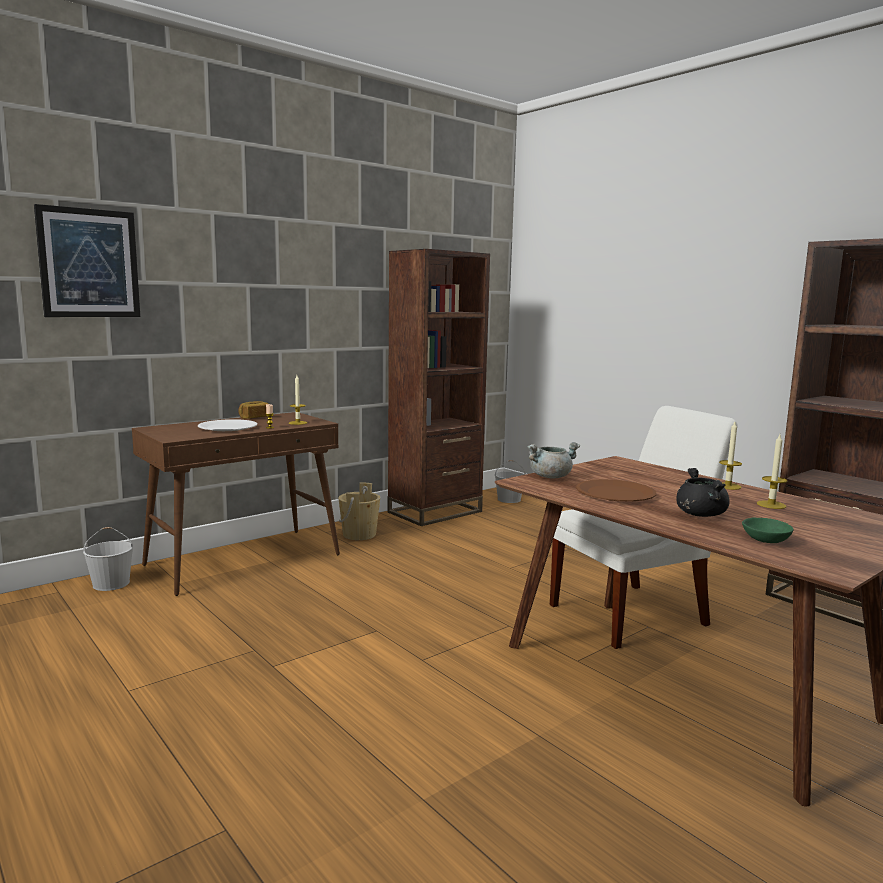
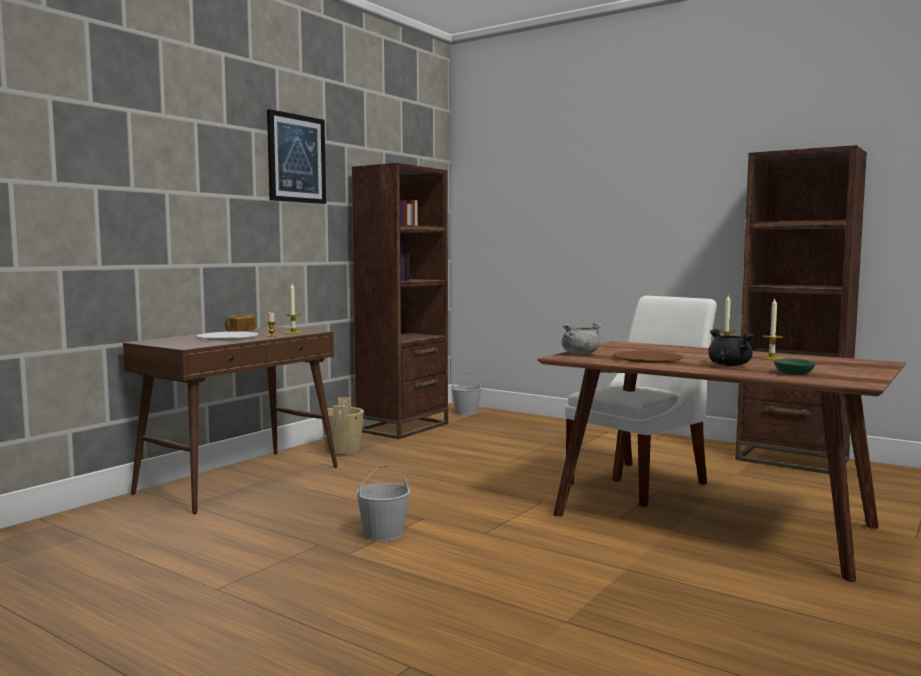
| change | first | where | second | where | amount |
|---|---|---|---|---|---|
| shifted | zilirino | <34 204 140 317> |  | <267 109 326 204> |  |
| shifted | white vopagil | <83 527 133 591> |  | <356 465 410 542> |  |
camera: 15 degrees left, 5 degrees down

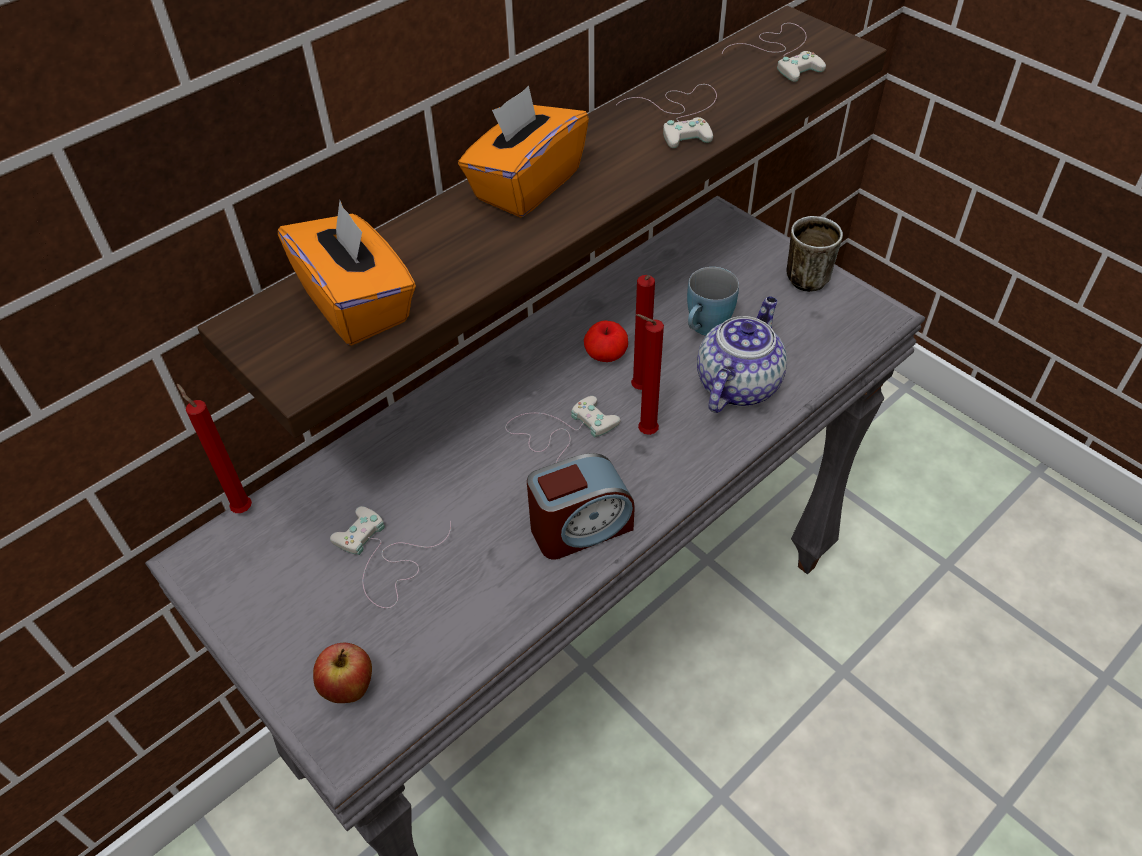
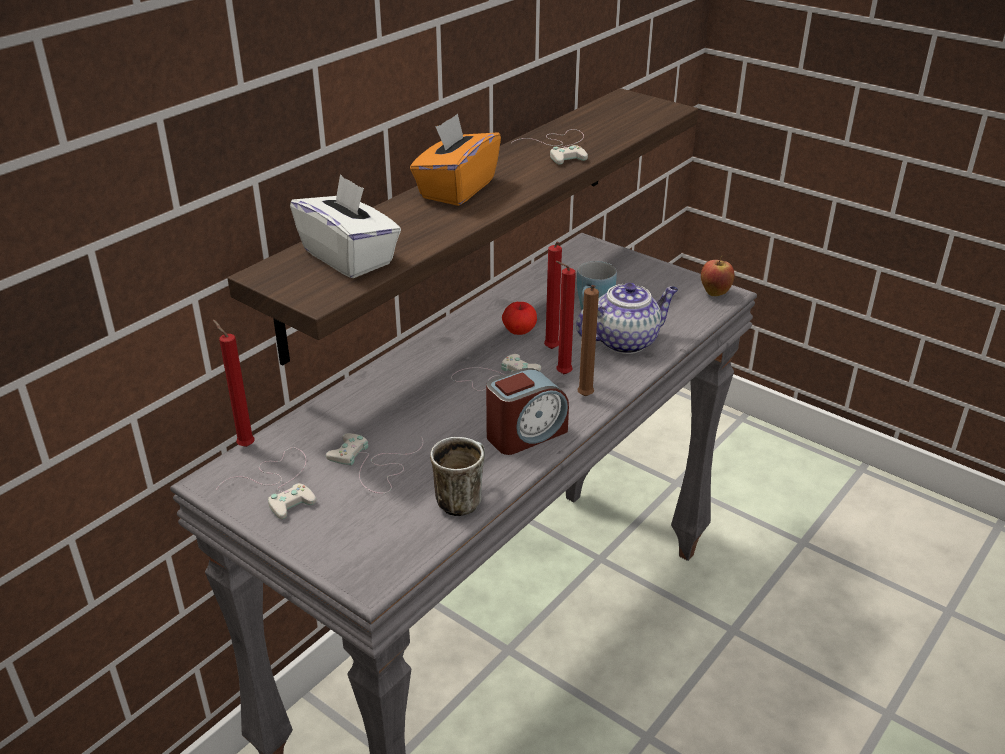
| change | first | where | second | where | amount |
|---|---|---|---|---|---|
| repainted | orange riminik | <278 201 416 345> | white riminik | <290 174 401 278> |  |
| shifted | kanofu | <313 643 372 703> |  | <701 255 734 296> |  |
| rotated | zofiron | <697 296 787 413> |  | <576 283 678 354> | 45 degrees clockwise |
| shifted | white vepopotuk | <722 23 826 82> |  | <216 448 316 519> |  |
| shifted | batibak | <786 216 843 292> |  | <430 437 485 516> |  |
| new |  |  | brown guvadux | <577 285 599 396> |  |
camera: 10 degrees left, 15 degrees down

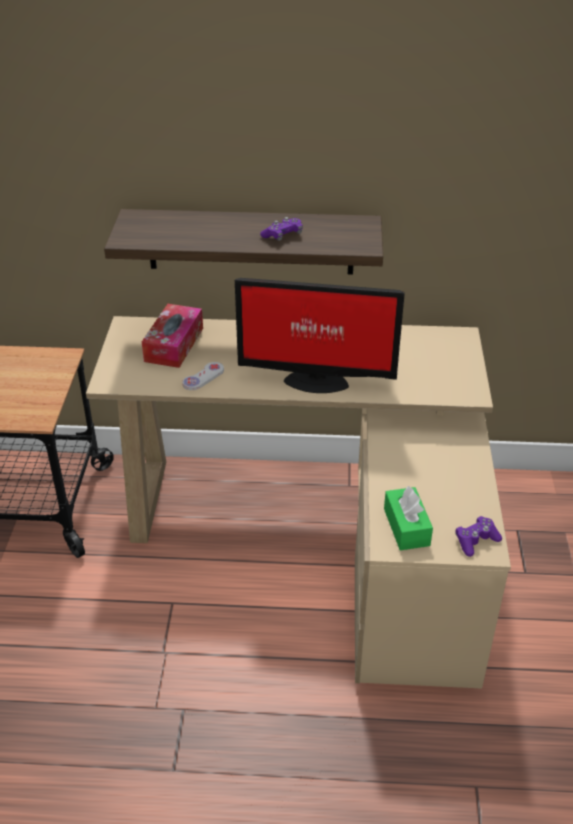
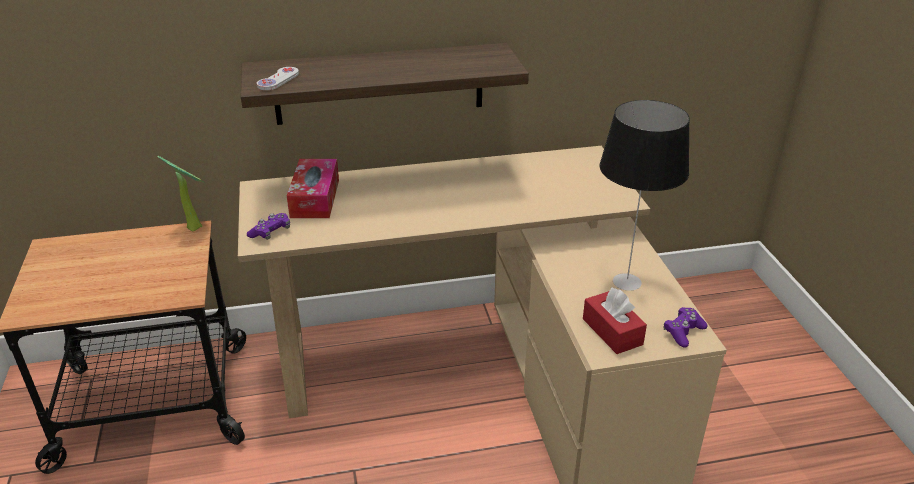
| change | first | where | second | where | amount |
|---|---|---|---|---|---|
| shifted | white vepopotuk | <182 362 224 390> |  | <257 67 299 90> |  |
| gone | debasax | <235 278 405 393> |  |  |  |
| shifted | purple vepopotuk | <260 217 303 241> |  | <247 213 290 240> |  |
| repainted | green riminik | <384 486 433 550> | red riminik | <583 287 647 354> |  |
| new |  |  | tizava | <157 156 205 231> |  |
| new |  |  | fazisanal | <599 100 690 291> |  |
camera: 15 degrees left, 5 degrees down

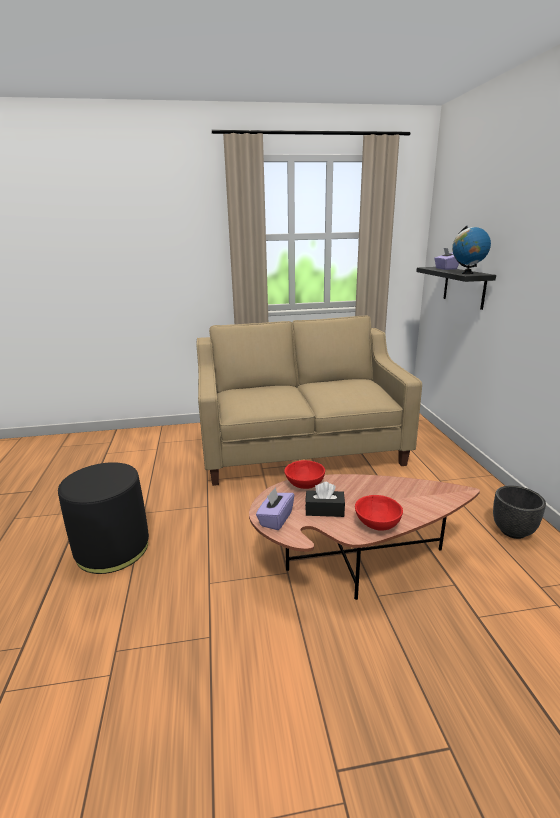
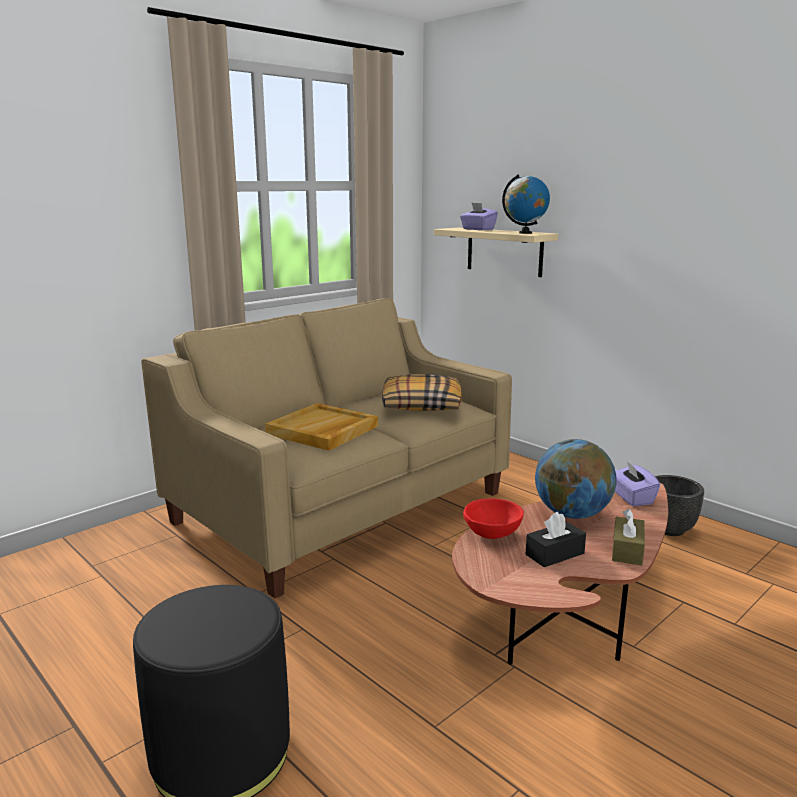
| change | first | where | second | where | amount |
|---|---|---|---|---|---|
| shifted | purple riminik | <256 487 294 530> |  | <615 461 660 506> |  |
| swapped | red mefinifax | <355 495 403 531> | brown riminik | <612 509 645 566> |  |
| repainted | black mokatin | <416 267 496 310> | beige mokatin | <434 228 559 277> |  |
| new |  |  | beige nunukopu | <265 403 378 451> |  |
| new |  |  | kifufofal | <382 374 462 411> |  |
| new |  |  | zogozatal | <535 439 617 519> |  |
camera: 35 degrees left, 5 degrees down

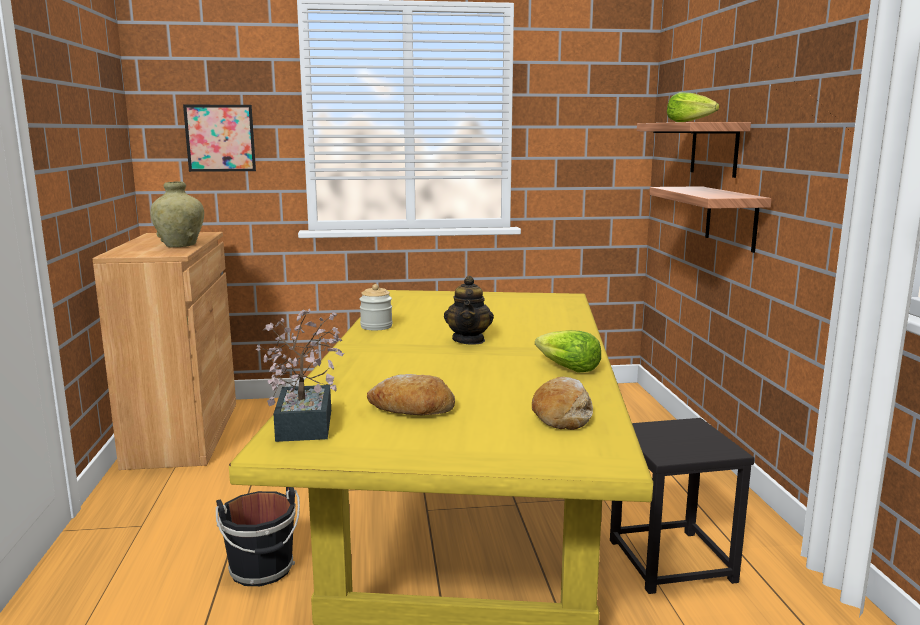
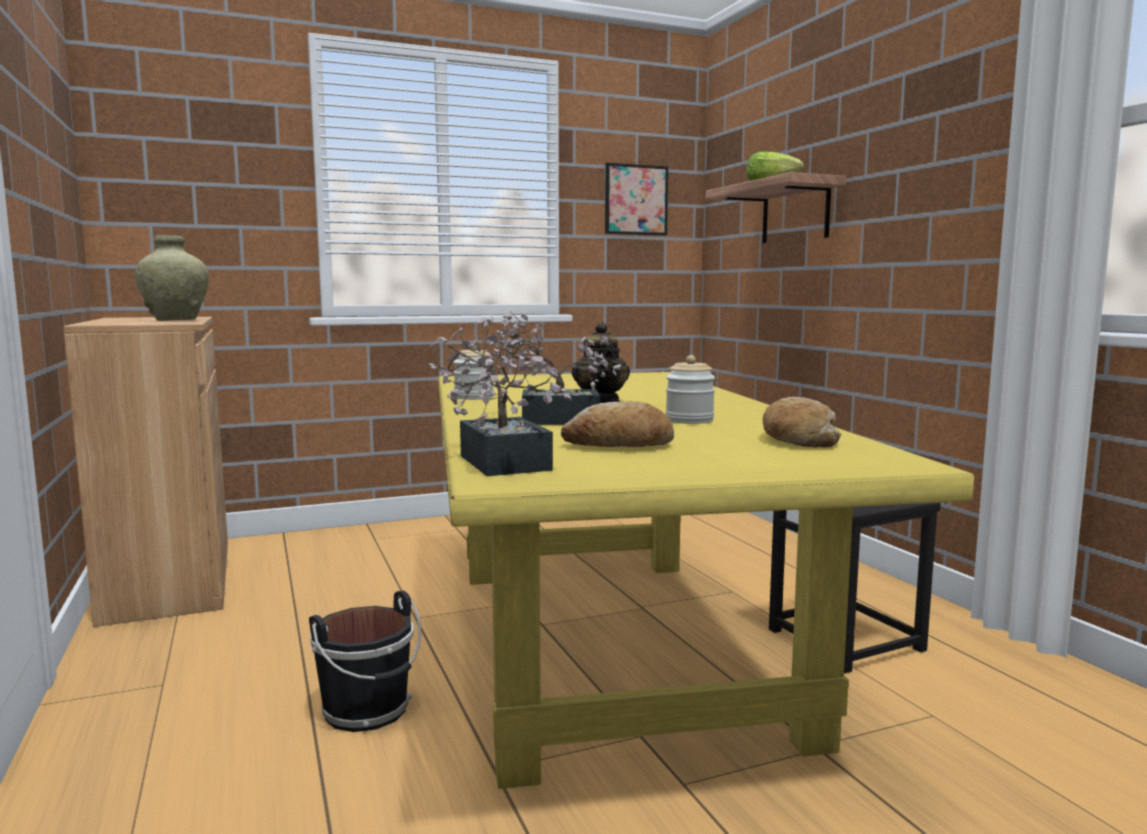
| change | first | where | second | where | amount |
|---|---|---|---|---|---|
| shifted | zilirino | <183 105 256 172> |  | <605 163 668 235> |  |
| gone | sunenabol | <535 330 601 373> |  |  |  |
| gone | mokatin | <649 186 772 253> |  |  |  |
| new |  |  | tizava | <488 311 621 425> |  |
| new |  |  | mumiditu | <666 355 715 424> |  |
camera: 15 degrees left, 5 degrees down

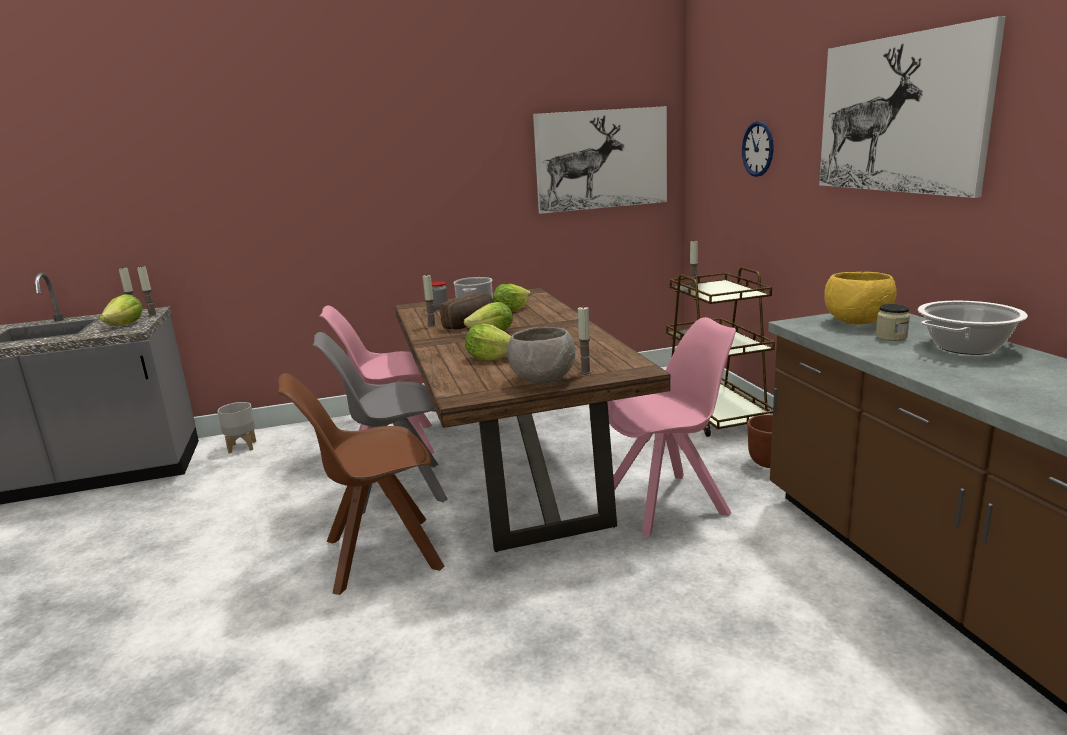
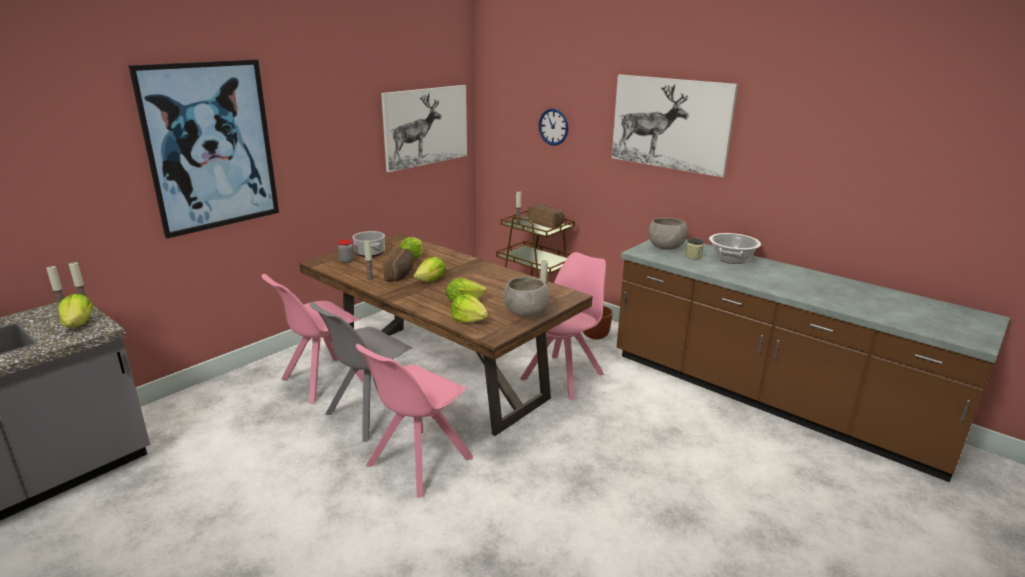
| change | first | where | second | where | amount |
|---|---|---|---|---|---|
| gone | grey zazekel | <217 402 256 453> |  |  |  |
| repainted | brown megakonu | <278 373 445 595> | pink megakonu | <356 344 473 498> |  |
| repainted | yellow mefinifax | <824 272 897 325> | grey mefinifax | <648 217 688 250> |  |
| new |  |  | zilirino | <129 59 279 239> |  |
| new |  |  | sunenabol | <451 294 488 322> |  |
| new |  |  | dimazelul | <528 204 564 229> |  |
camera: 35 degrees left, 5 degrees up

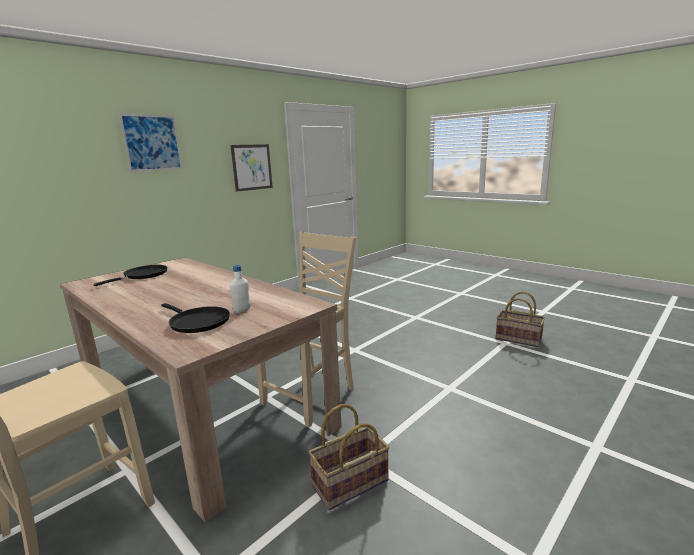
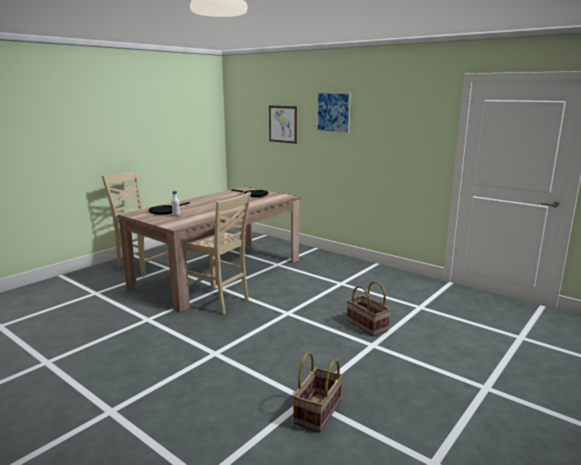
| change | first | where | second | where | amount |
|---|---|---|---|---|---|
| shifted | zilirino | <230 144 273 192> |  | <269 105 297 144> |  |
| shifted | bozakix | <308 404 389 510> |  | <347 281 391 336> |  |
camera: 85 degrees right, 0 degrees up

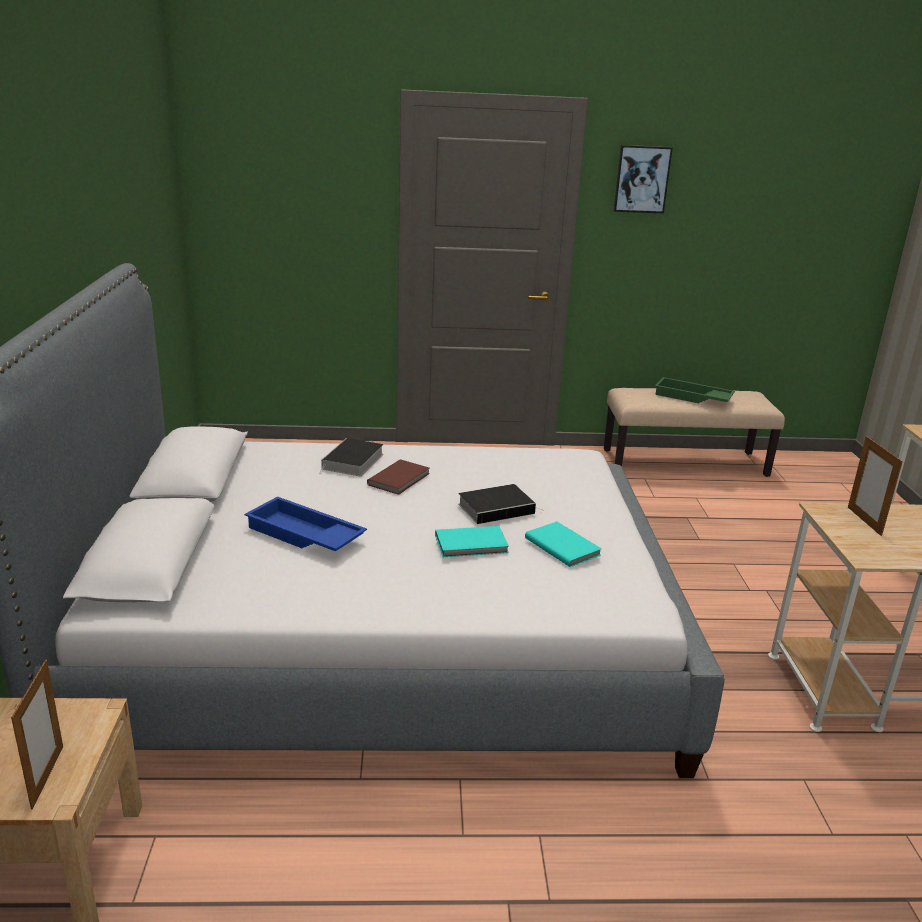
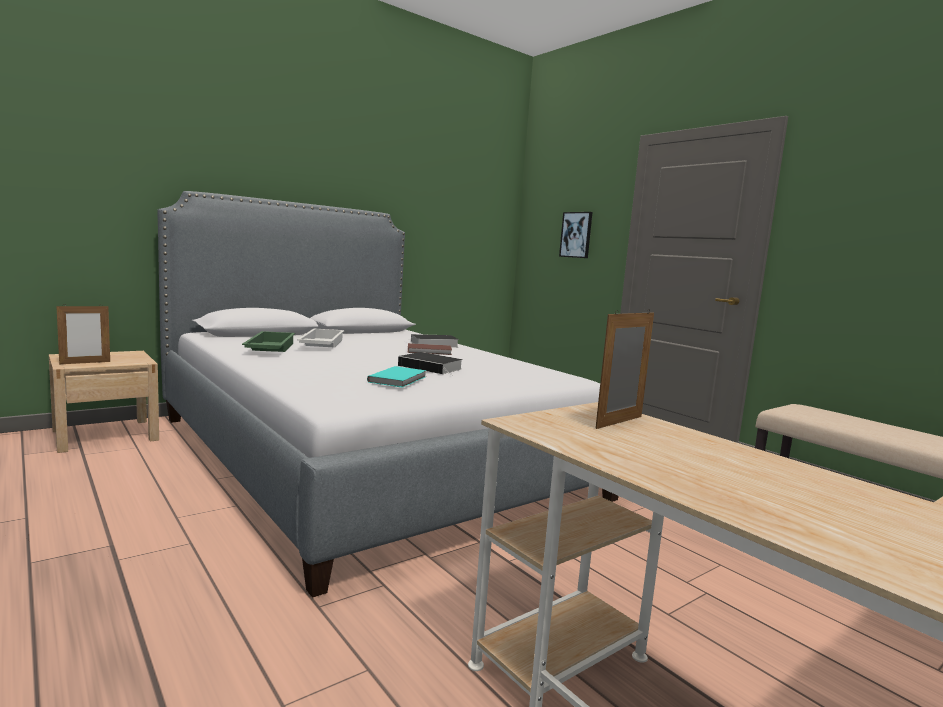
| change | first | where | second | where | amount |
|---|---|---|---|---|---|
| repainted | blue nunukopu | <244 496 367 552> | white nunukopu | <297 328 344 348> |  |
| gone | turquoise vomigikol | <435 526 509 557> |  |  |  |
| shifted | zilirino | <614 145 673 214> |  | <559 212 592 258> |  |
| shifted | green nunukopu | <655 377 735 403> |  | <242 331 295 352> |  |
camera: 55 degrees right, 15 degrees down

